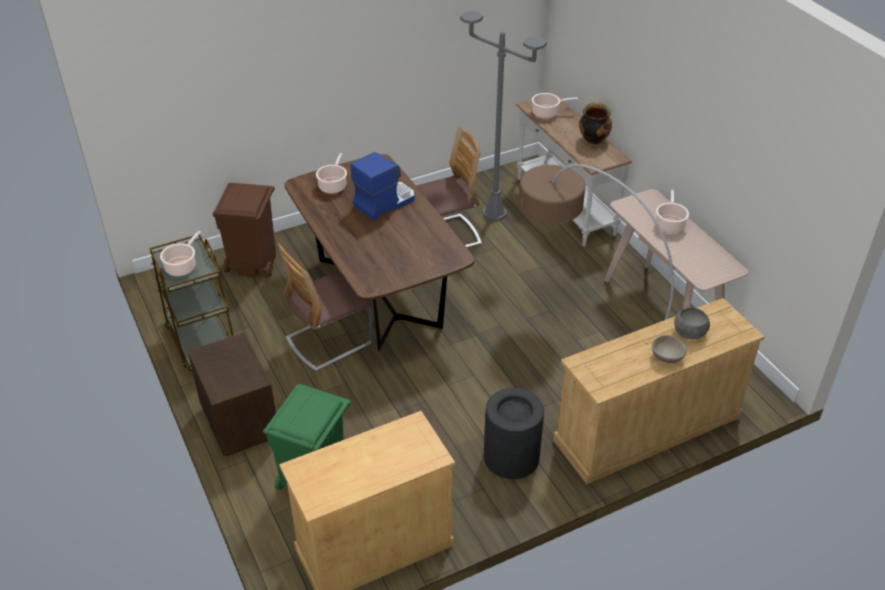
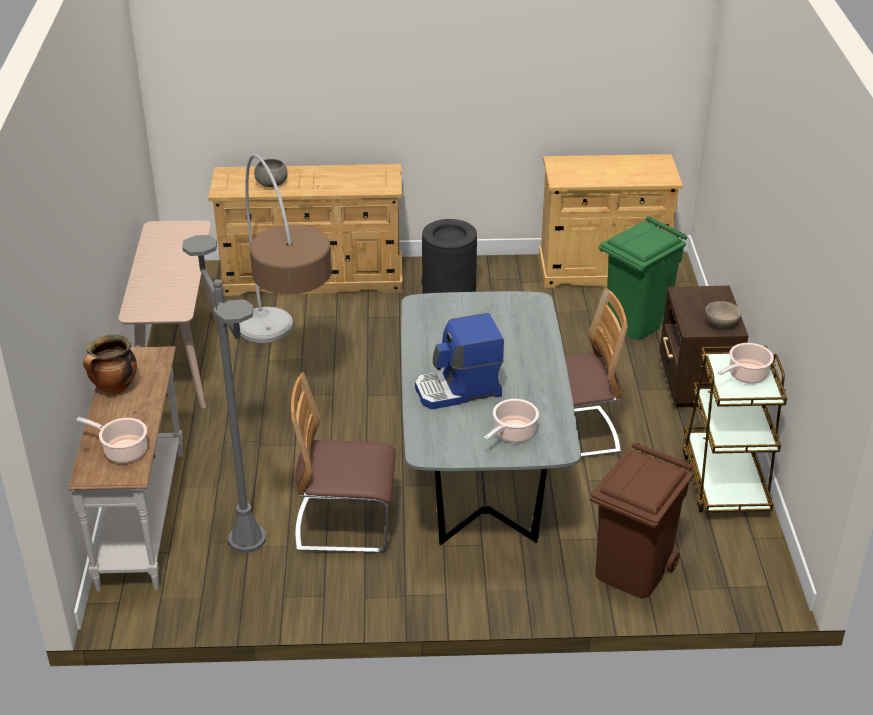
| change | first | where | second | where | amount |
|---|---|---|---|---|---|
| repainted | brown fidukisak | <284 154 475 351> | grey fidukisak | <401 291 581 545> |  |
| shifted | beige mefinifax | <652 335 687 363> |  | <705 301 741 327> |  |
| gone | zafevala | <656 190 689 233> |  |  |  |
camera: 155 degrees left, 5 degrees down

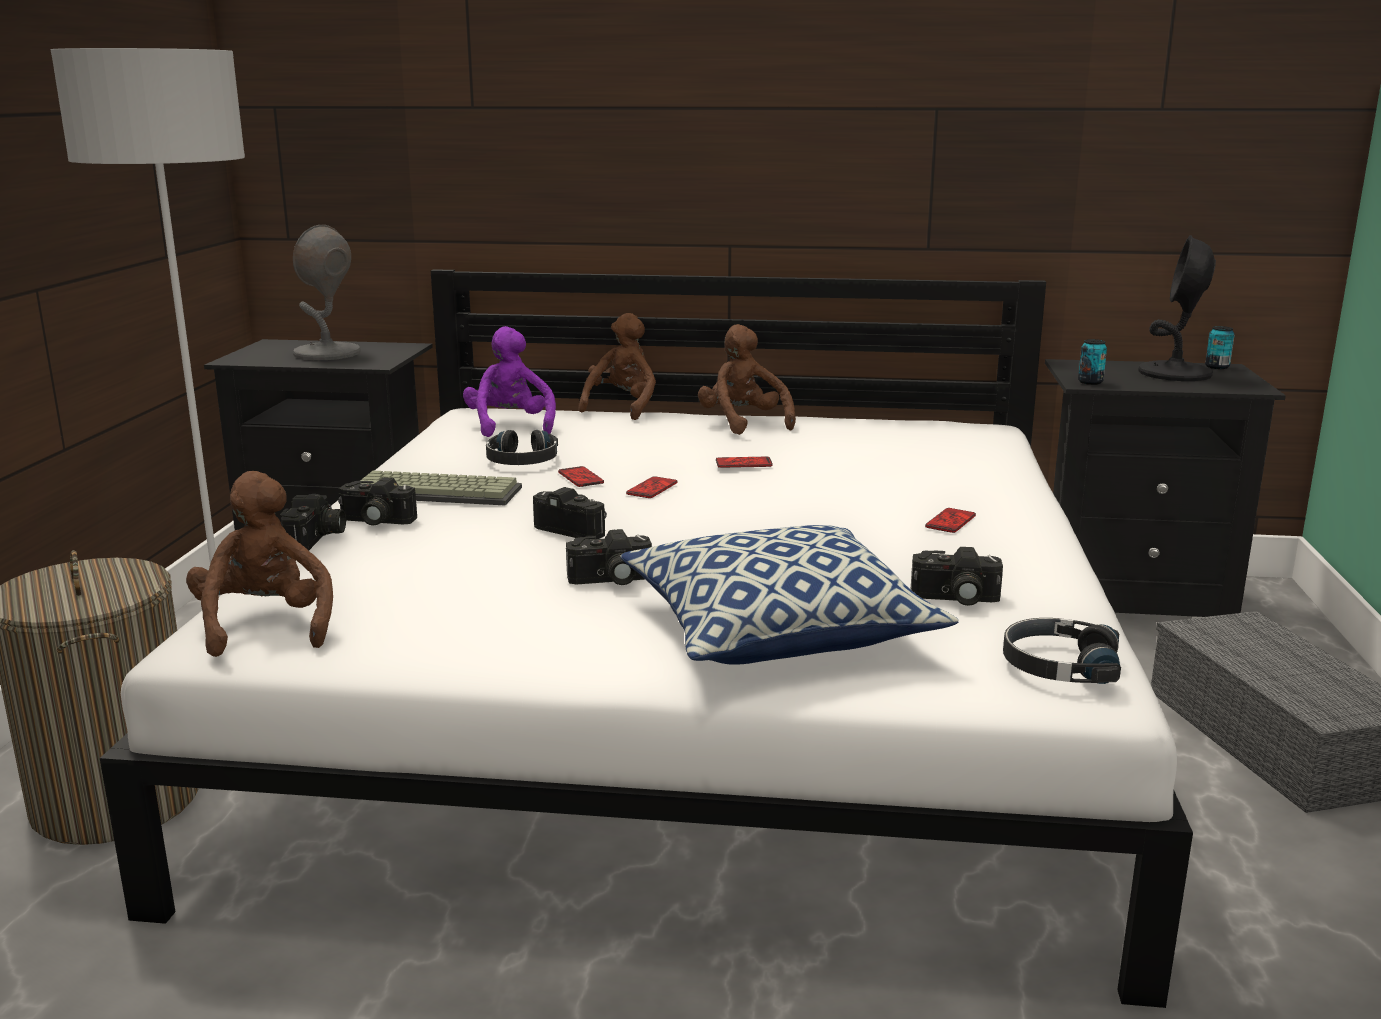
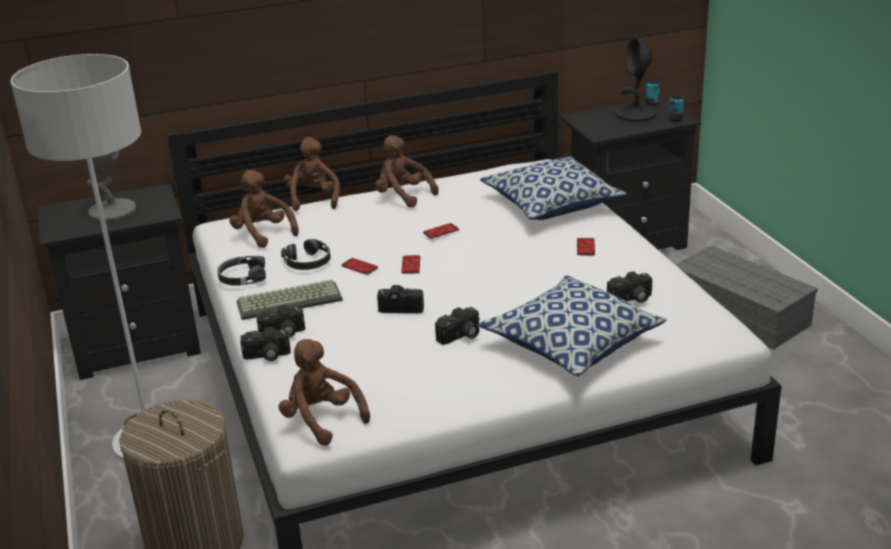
| change | first | where | second | where | amount |
|---|---|---|---|---|---|
| rotated | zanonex | <280 494 346 551> |  | <240 327 291 361> | 105 degrees clockwise |
| repainted | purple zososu | <463 326 556 437> | brown zososu | <229 170 299 248> |  |
| shifted | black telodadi | <1003 618 1121 684> |  | <217 256 266 286> |  |
| shifted | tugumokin | <1078 339 1107 385> |  | <669 95 684 121> |  |
| new |  |  | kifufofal | <480 156 626 220> |  |
camera: 25 degrees left, 10 degrees up

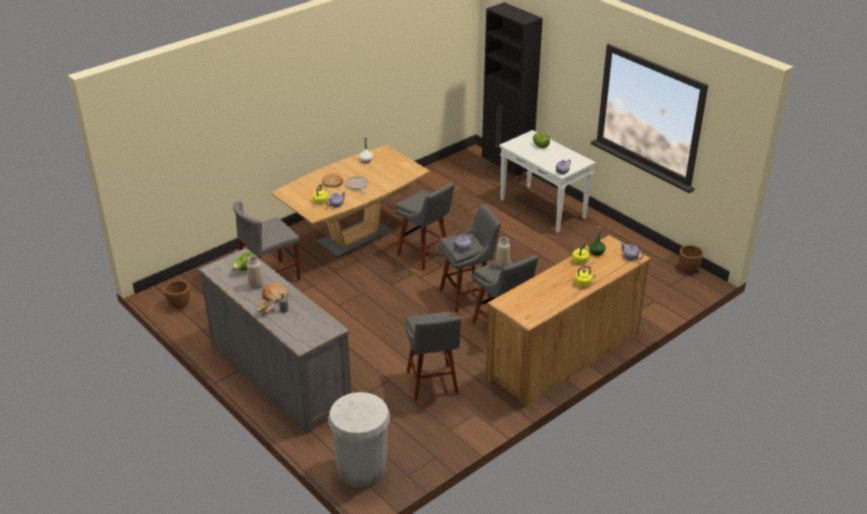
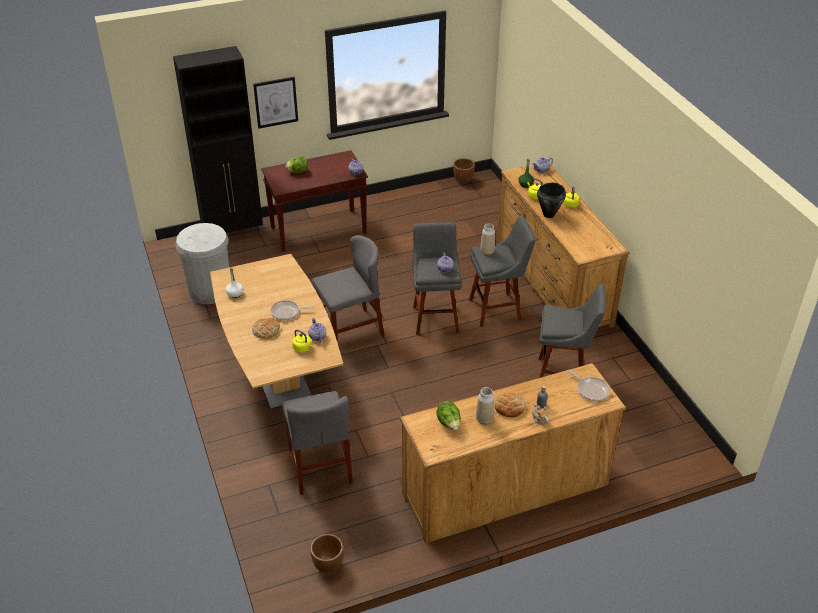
| change | first | where | second | where | amount |
|---|---|---|---|---|---|
| repainted | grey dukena | <198 248 351 433> | brown dukena | <400 363 626 543> |  |
| shifted | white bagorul | <328 392 390 488> |  | <176 223 229 304> |  |
| swapped | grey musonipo | <395 182 455 270> | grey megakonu | <312 235 384 340> |  |
| repainted | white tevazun | <499 130 596 233> | brown tevazun | <261 150 368 252> |  |
| new |  |  | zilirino | <253 77 298 129> |  |
| new |  |  | black zafevala | <537 183 566 218> |  |
| new |  |  | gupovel | <568 369 610 401> |  |
camera: 70 degrees left, 5 degrees up

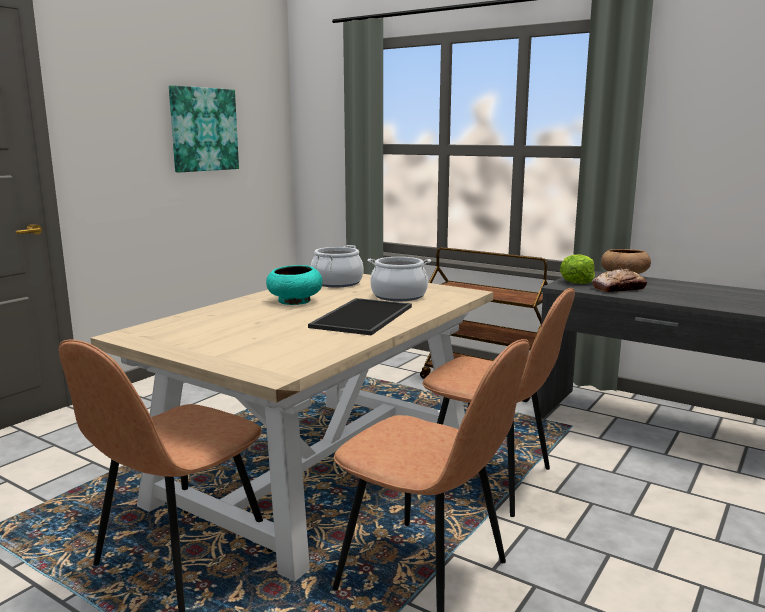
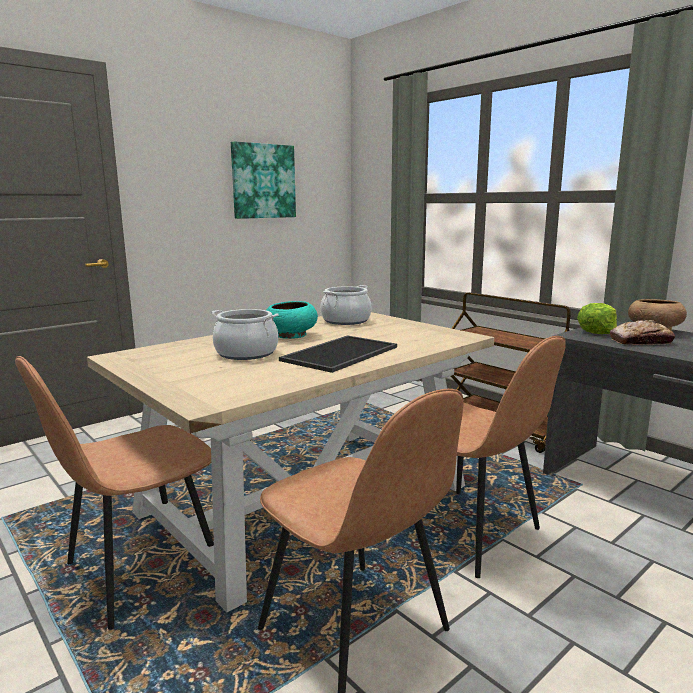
| change | first | where | second | where | amount |
|---|---|---|---|---|---|
| shifted | zafevala | <368 257 431 301> |  | <211 309 279 360> |  |
camera: 15 degrees right, 0 degrees up

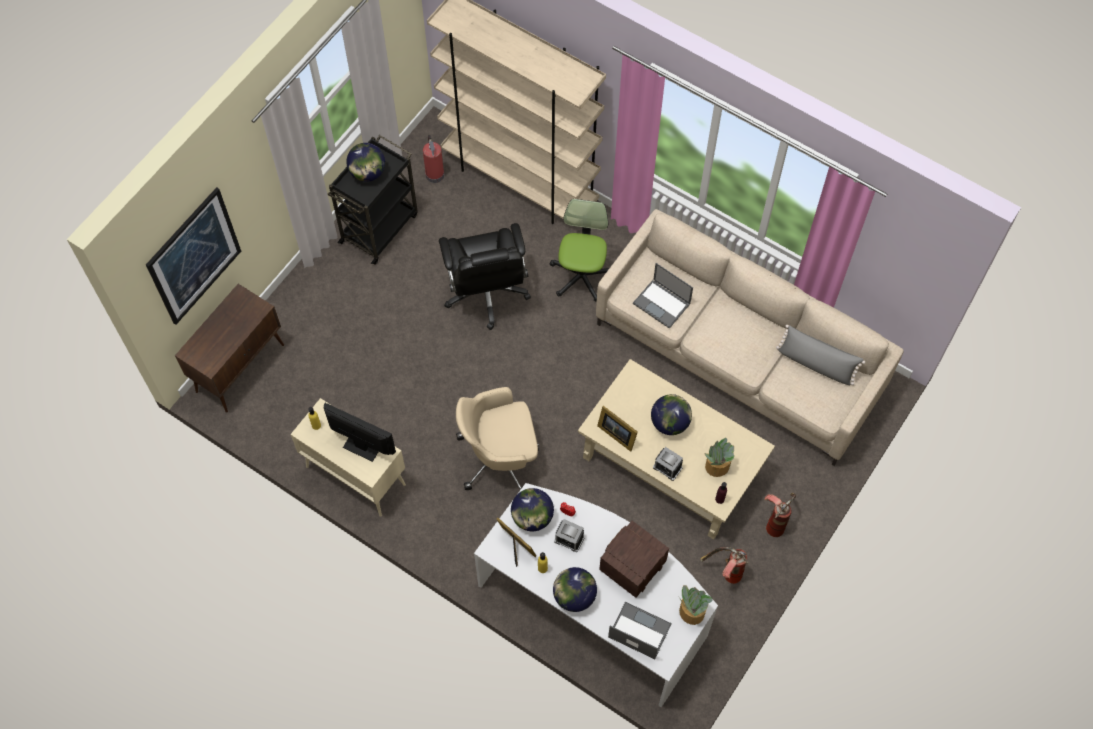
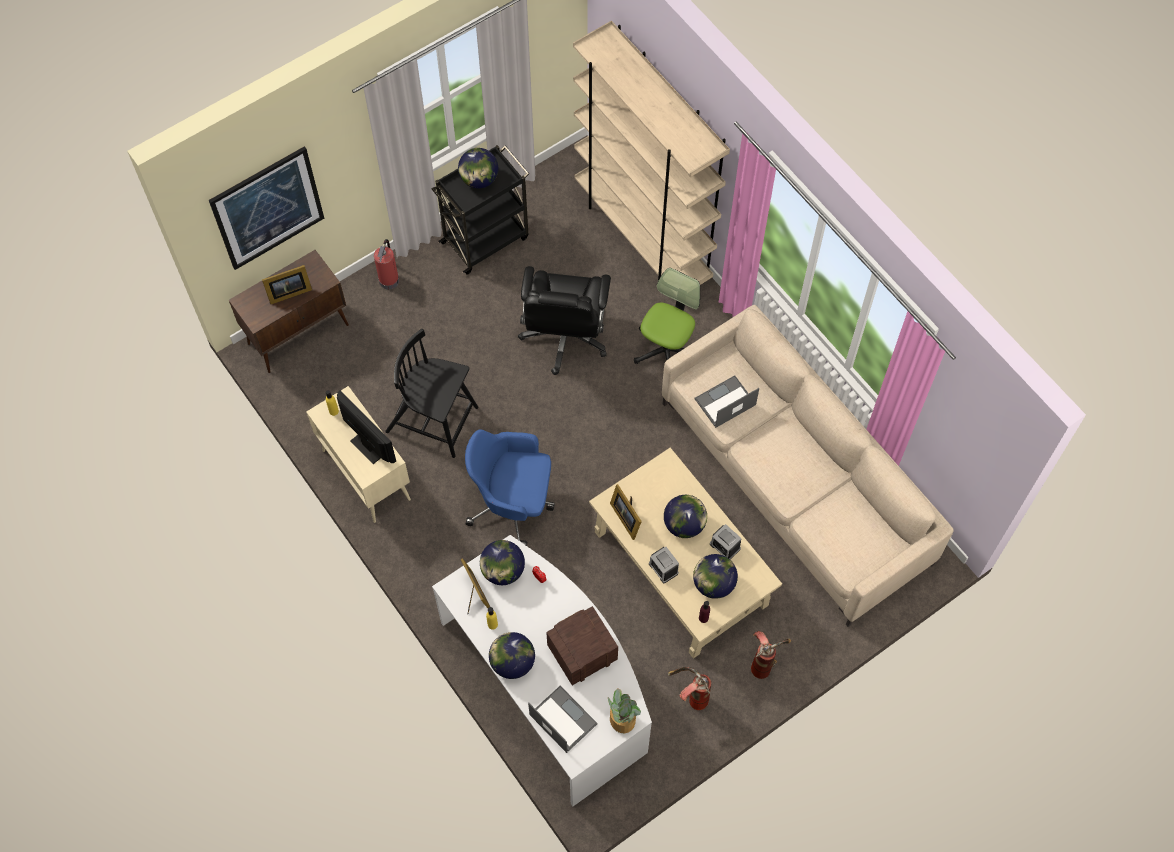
| change | first | where | second | where | amount |
|---|---|---|---|---|---|
| shifted | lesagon | <423 135 444 183> |  | <374 239 399 289> |  |
| repainted | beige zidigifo | <456 387 539 490> | blue zidigifo | <465 430 555 546> |  |
| shifted | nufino | <554 519 585 552> |  | <710 524 742 560> |  |
| rotated | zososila | <633 263 693 329> |  | <695 375 759 428> | 90 degrees clockwise |
| swapped | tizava | <705 438 734 477> | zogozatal | <693 554 738 599> |  |
| gone | grey kifufofal | <776 325 865 385> |  |  |  |
| new |  |  | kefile | <262 265 312 304> |  |
| new |  |  | black megakonu | <385 329 478 458> |  |
camera: 20 degrees right, 0 degrees up

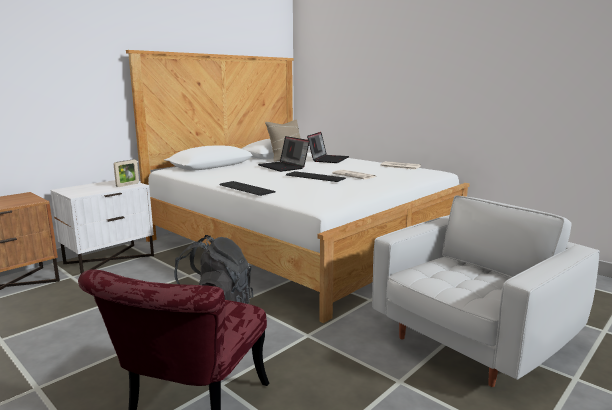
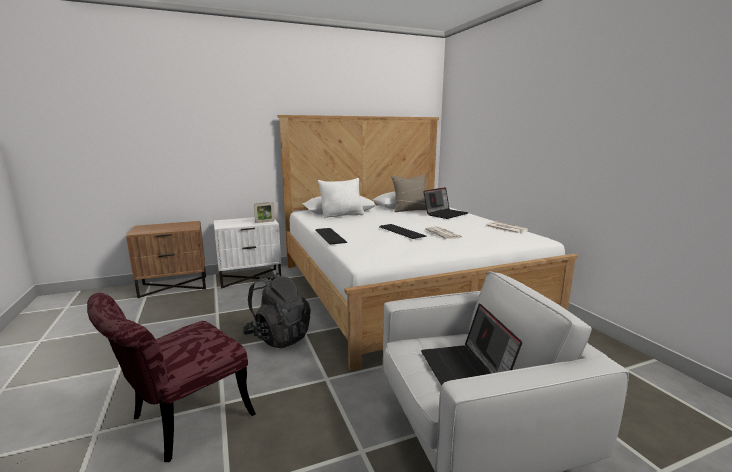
| change | first | where | second | where | amount |
|---|---|---|---|---|---|
| shifted | zososila | <258 136 310 172> |  | <421 303 522 386> |  |
| new |  |  | white kifufofal | <318 178 364 218> |  |
camera: 25 degrees right, 0 degrees up

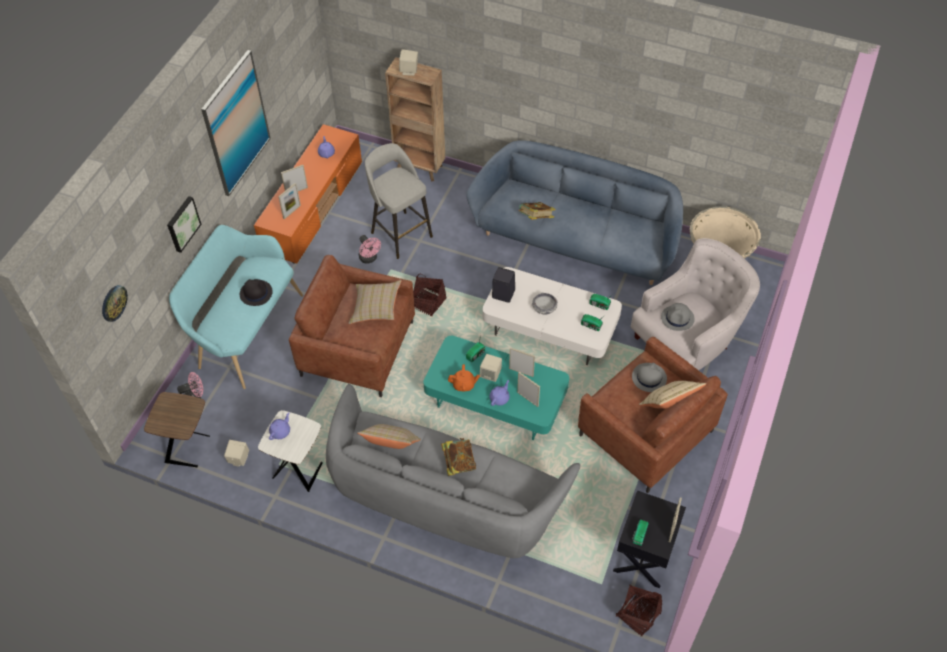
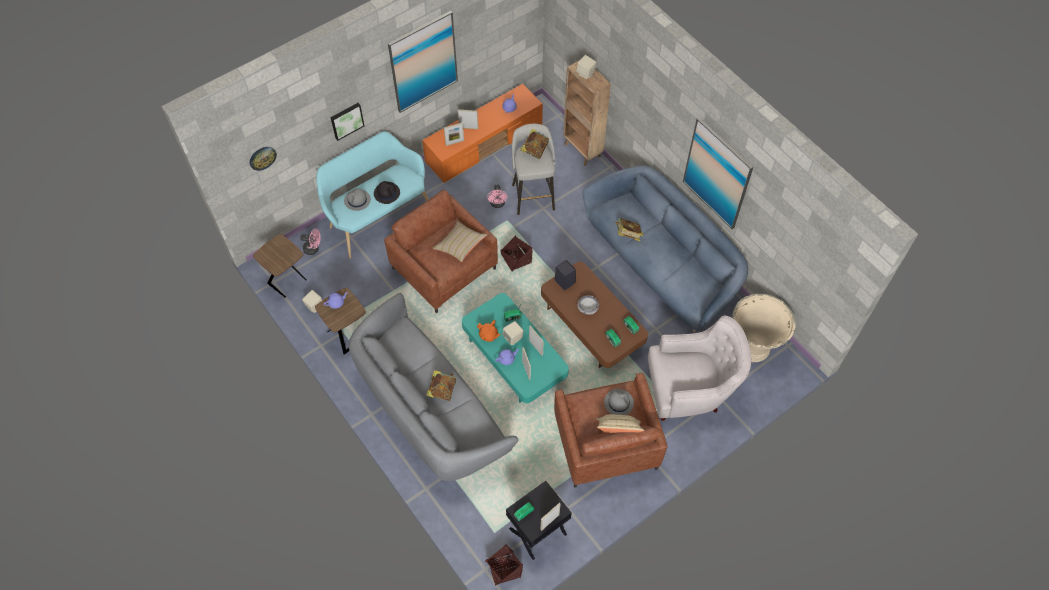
| change | first | where | second | where | amount |
|---|---|---|---|---|---|
| repainted | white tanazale | <258 410 322 492> | brown tanazale | <315 288 366 354> |  |
| gone | beige kifufofal | <357 424 421 449> |  |  |  |
| repainted | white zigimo | <483 267 622 365> | brown zigimo | <541 261 648 368> |  |
| shifted | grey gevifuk | <661 303 695 331> |  | <344 188 371 211> |  |
| new |  |  | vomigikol | <521 129 549 159> |  |
| new |  |  | zilirino | <683 117 753 229> |  |
camera: 30 degrees right, 5 degrees up

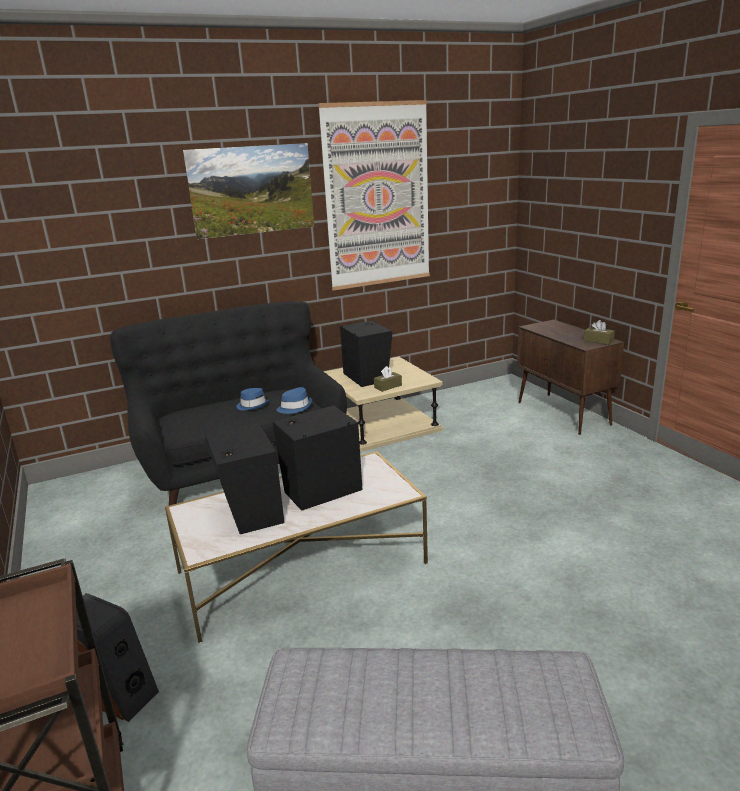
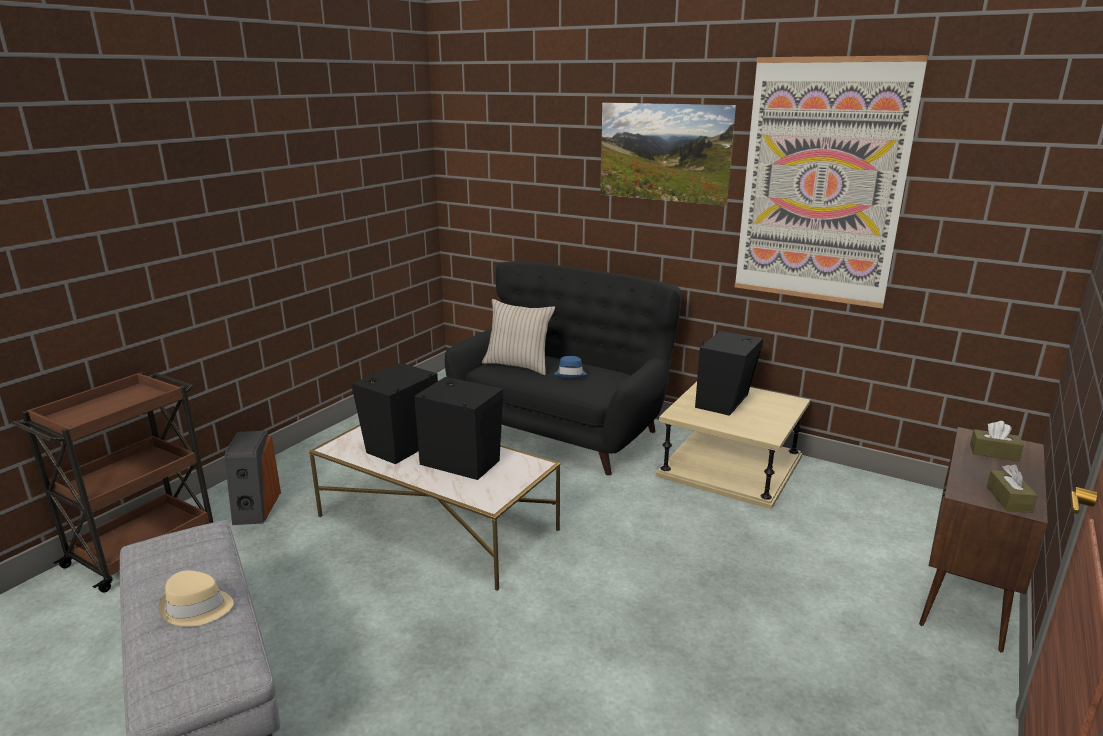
| change | first | where | second | where | amount |
|---|---|---|---|---|---|
| gone | blue gevifuk | <277 387 312 414> |  |  |  |
| shifted | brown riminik | <374 366 402 392> |  | <970 421 1024 461> |  |
| new |  |  | beige gevifuk | <158 570 233 627> |  |
| new |  |  | beige kifufofal | <482 299 555 375> |  |
camera: 55 degrees right, 0 degrees up

